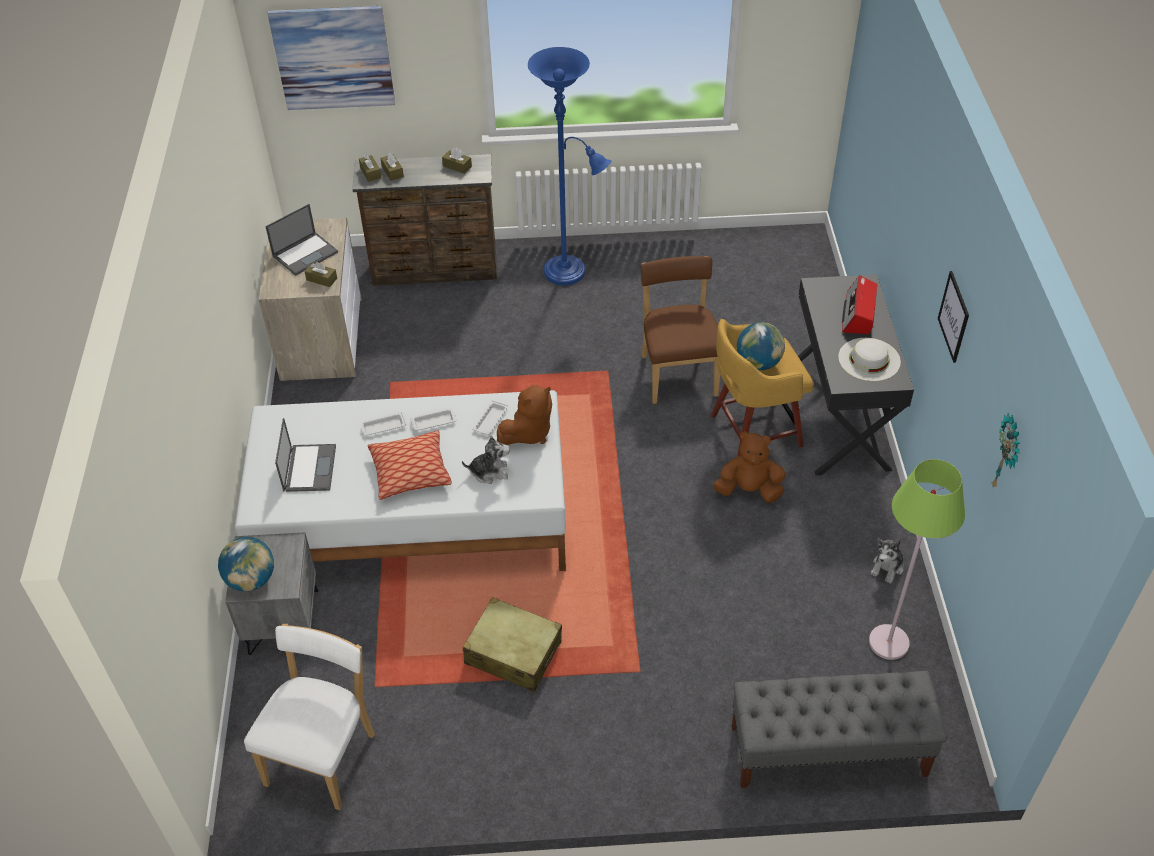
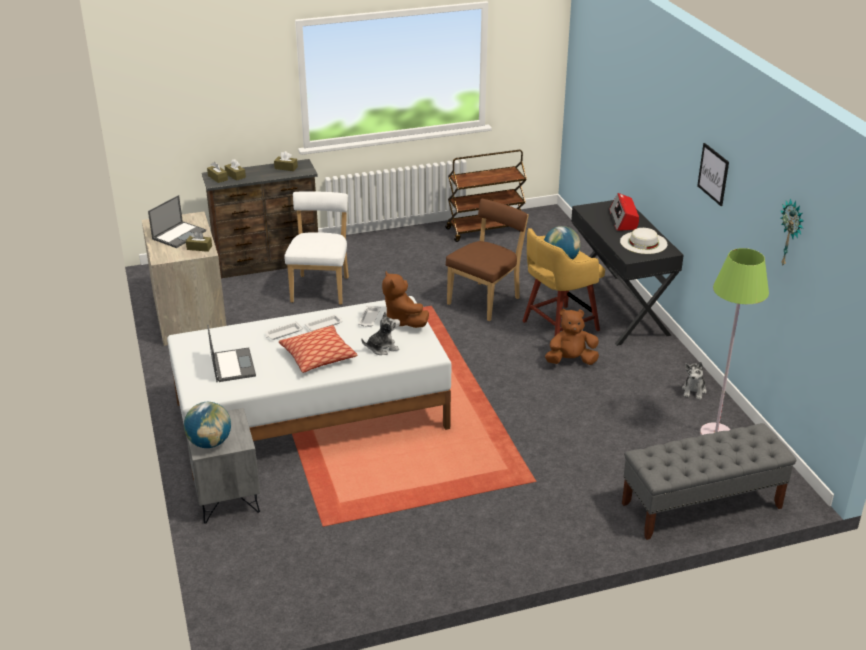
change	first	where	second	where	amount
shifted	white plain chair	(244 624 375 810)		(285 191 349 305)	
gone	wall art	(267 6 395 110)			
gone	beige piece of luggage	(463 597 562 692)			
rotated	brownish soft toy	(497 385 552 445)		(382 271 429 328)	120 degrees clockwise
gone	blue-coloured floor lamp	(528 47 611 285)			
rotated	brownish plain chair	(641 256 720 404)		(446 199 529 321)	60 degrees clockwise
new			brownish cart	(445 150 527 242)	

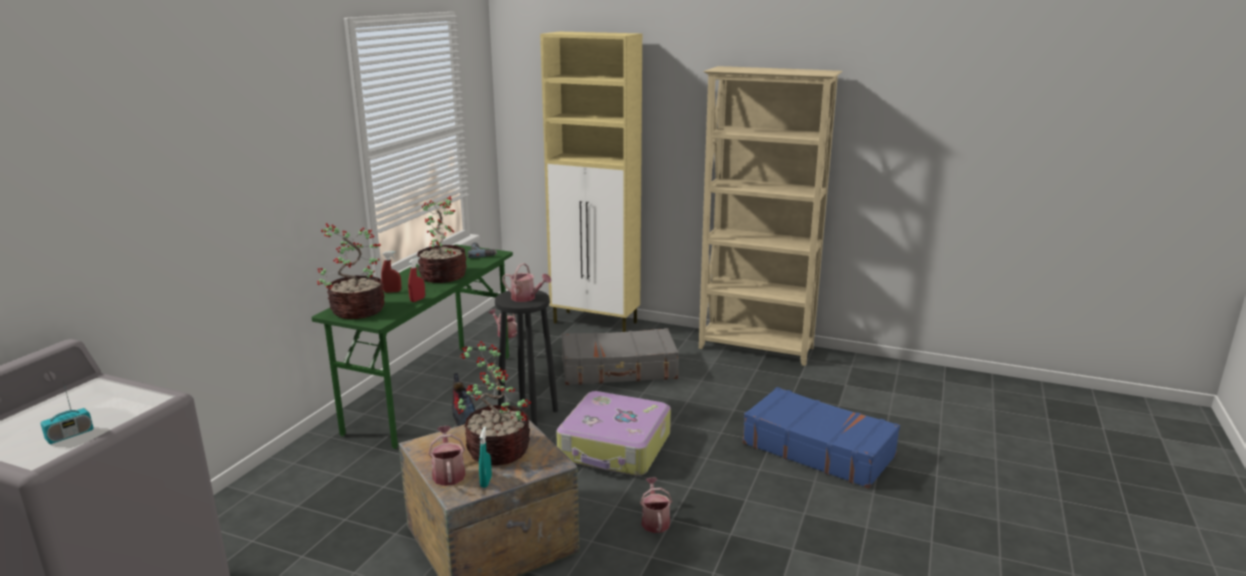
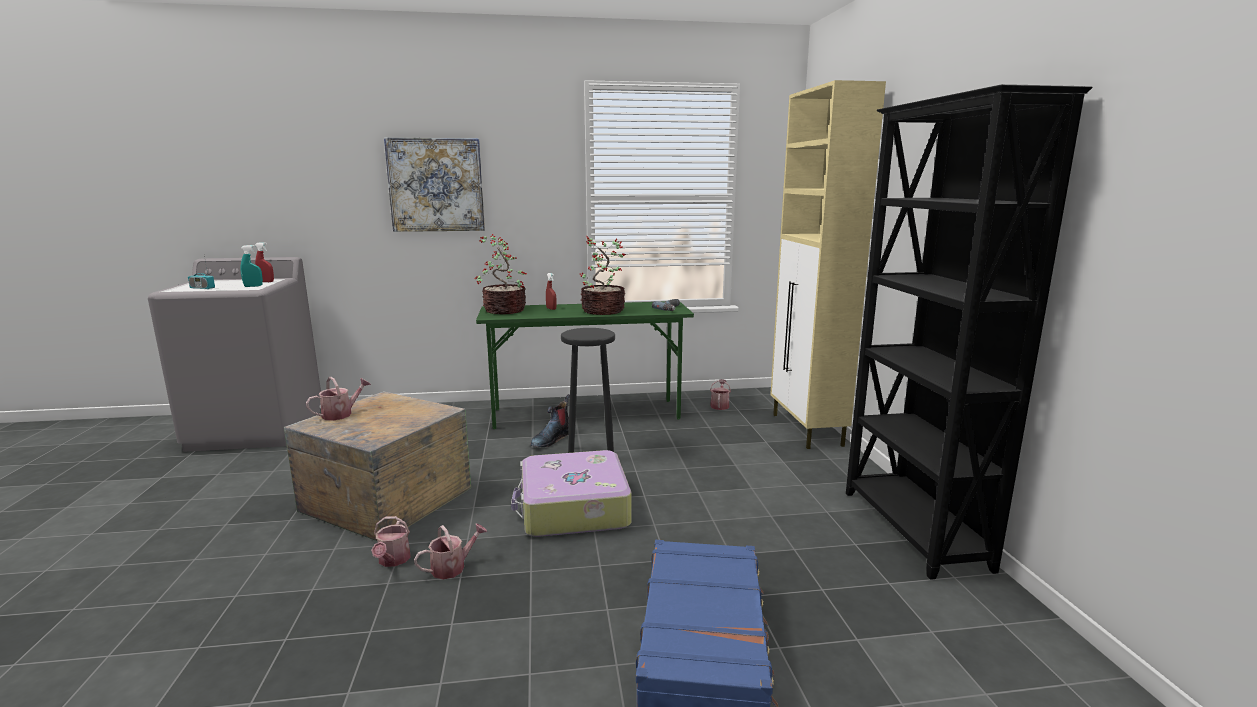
change	first	where	second	where	amount
shifted	red-coloured hand sprayer	(408 257 425 302)		(255 243 274 282)	
gone	houseplant	(454 341 531 466)			
shifted	blue-green hand sprayer	(479 427 492 488)		(240 245 263 287)	
shifted	sprinkling can	(502 263 552 302)		(371 516 411 567)	
gone	gray piece of luggage	(561 328 679 385)			
repainted	beige bookshelf	(699 66 843 366)	black bookshelf	(846 84 1093 580)	
new			wall art	(384 137 485 232)	

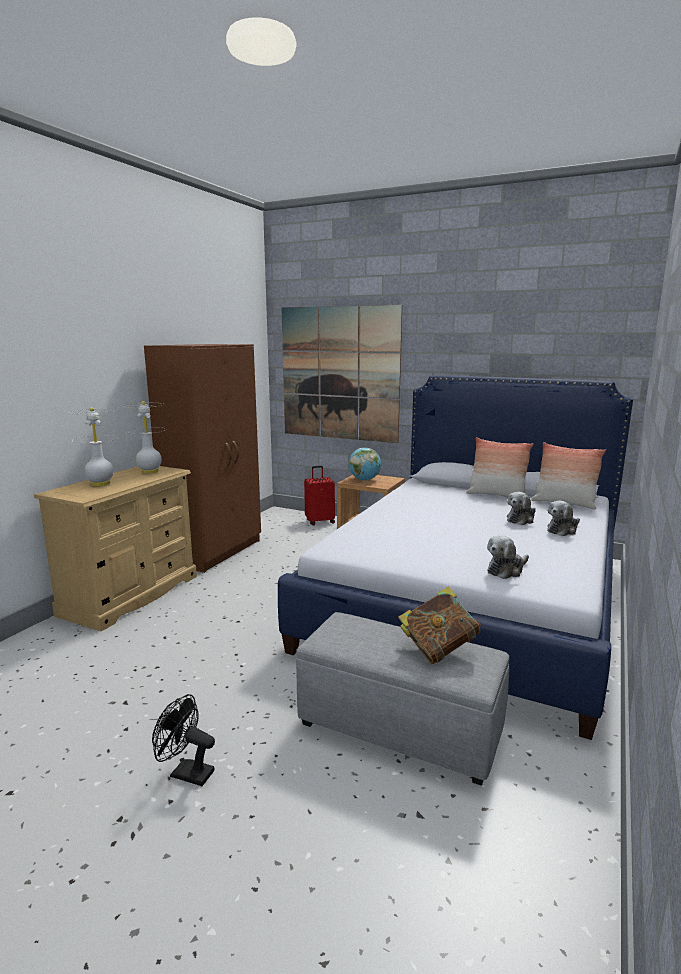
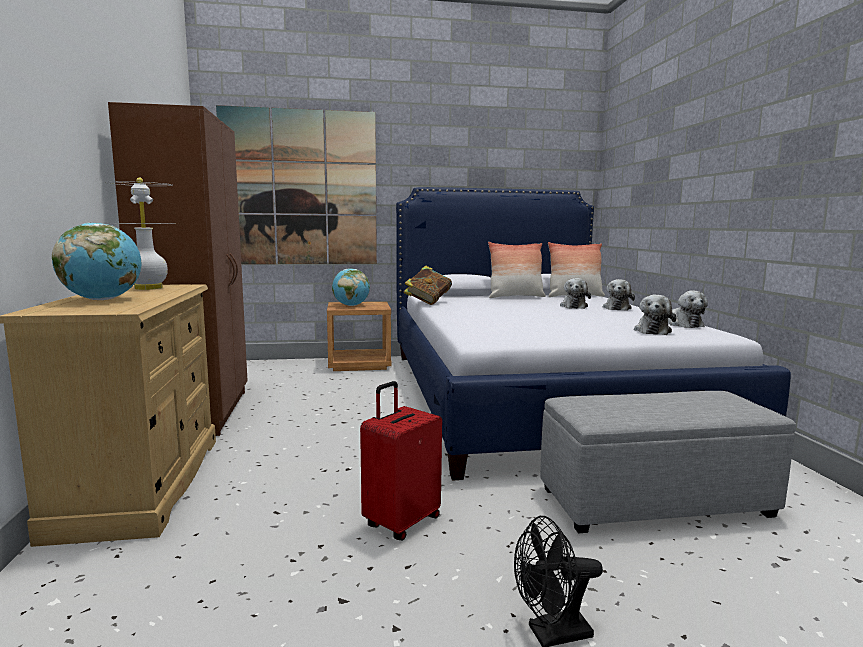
change	first	where	second	where	amount
swapped	white table lamp	(69 407 118 486)	world globe	(52 223 141 300)	
shifted	red-coloured piece of luggage	(304 466 335 525)		(360 381 442 541)	
shifted	volume	(398 587 481 664)		(404 265 452 305)	
new			soft toy	(668 291 708 328)	

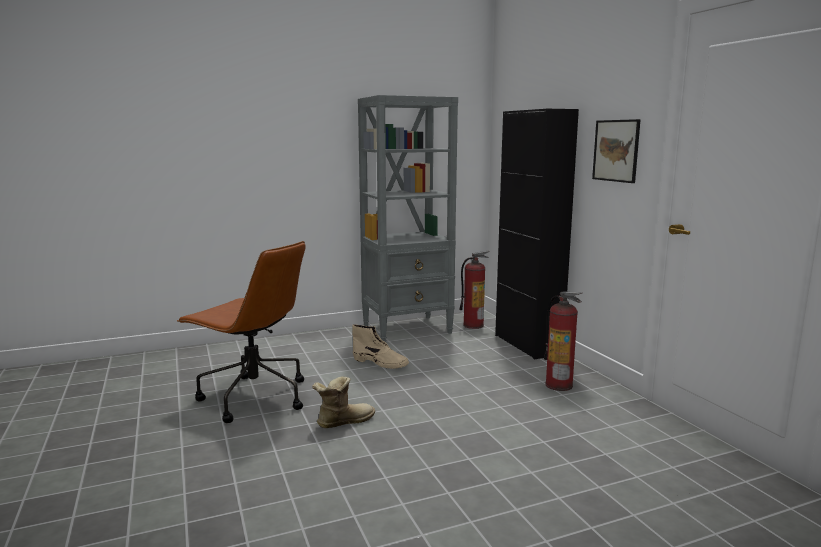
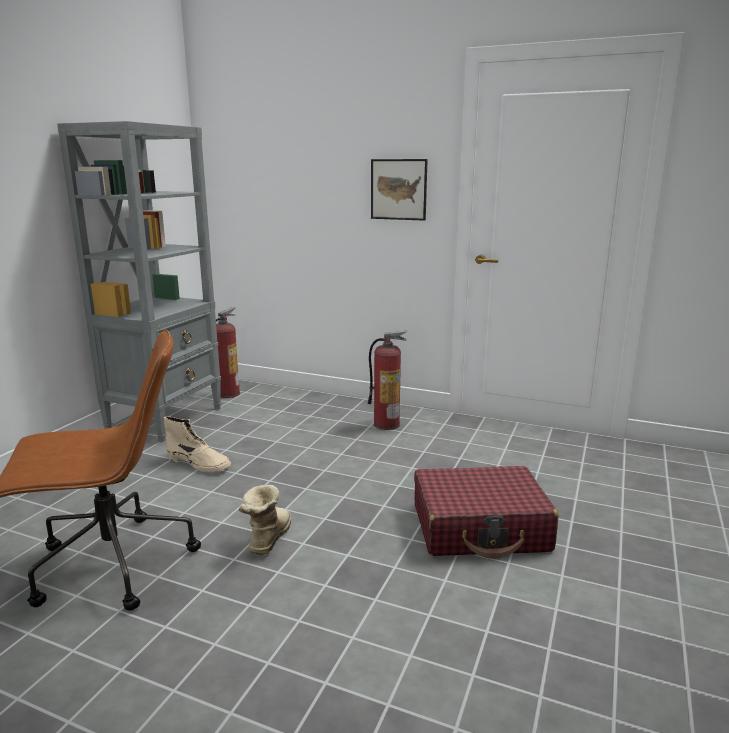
change	first	where	second	where	amount
rotated	beige boot	(352 324 409 369)		(164 416 231 473)	45 degrees clockwise
gone	black cabinet	(495 109 579 359)			
new			red-coloured piece of luggage	(414 466 558 559)	

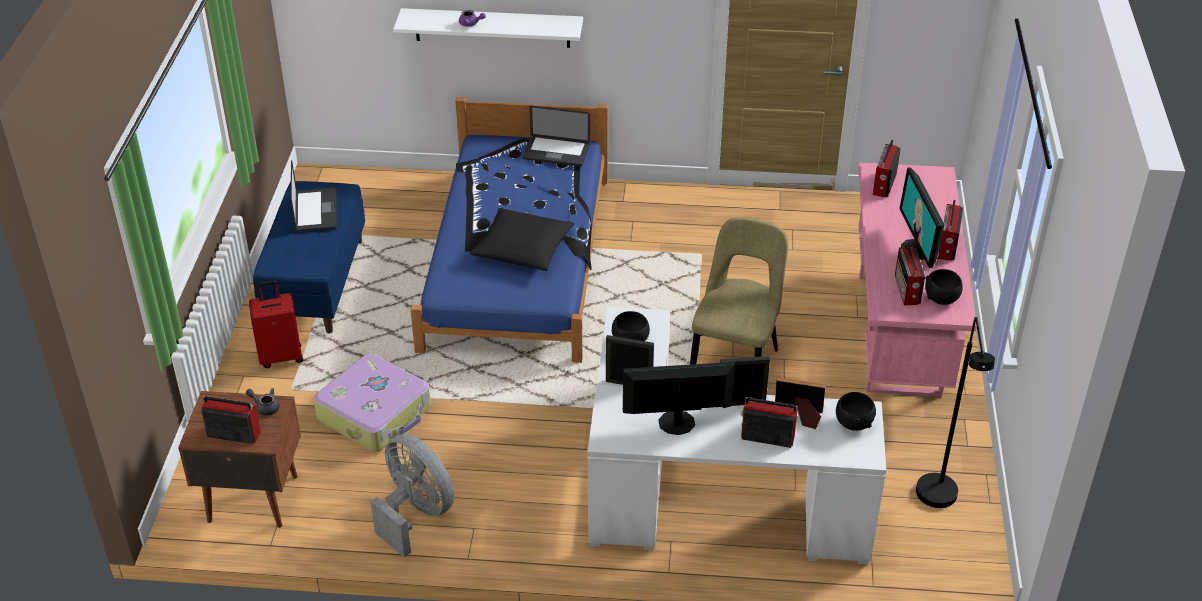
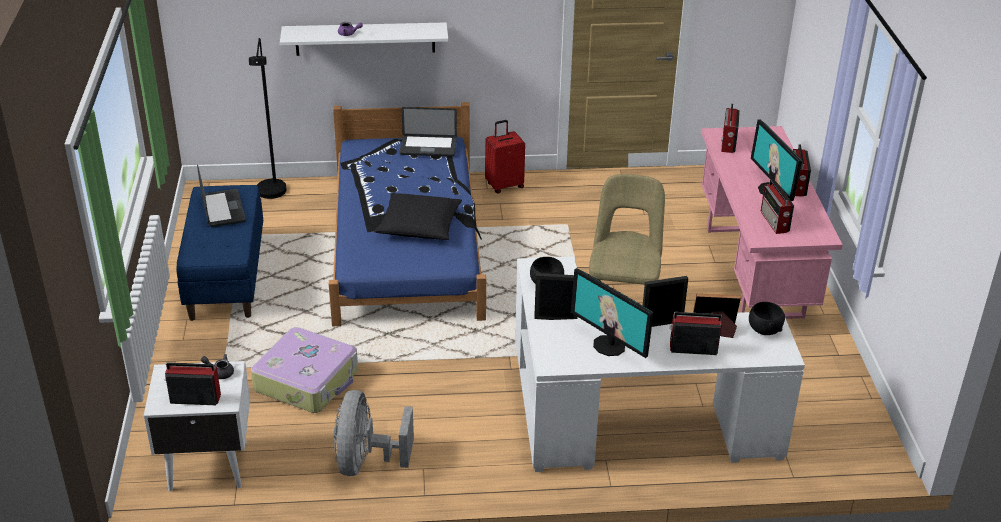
change	first	where	second	where	amount
repainted	brownish night table	(178 391 301 528)	white night table	(144 361 250 491)	
shifted	red-coloured piece of luggage	(249 281 303 368)		(485 120 525 194)	
rotated	gray fan	(370 434 455 558)		(334 390 414 476)	120 degrees counterclockwise
rotated	monitor	(623 362 735 435)		(571 268 653 358)	120 degrees counterclockwise
shifted	black floor lamp	(916 317 995 508)		(249 38 287 199)	
gone	black serving bowl	(925 269 963 305)			

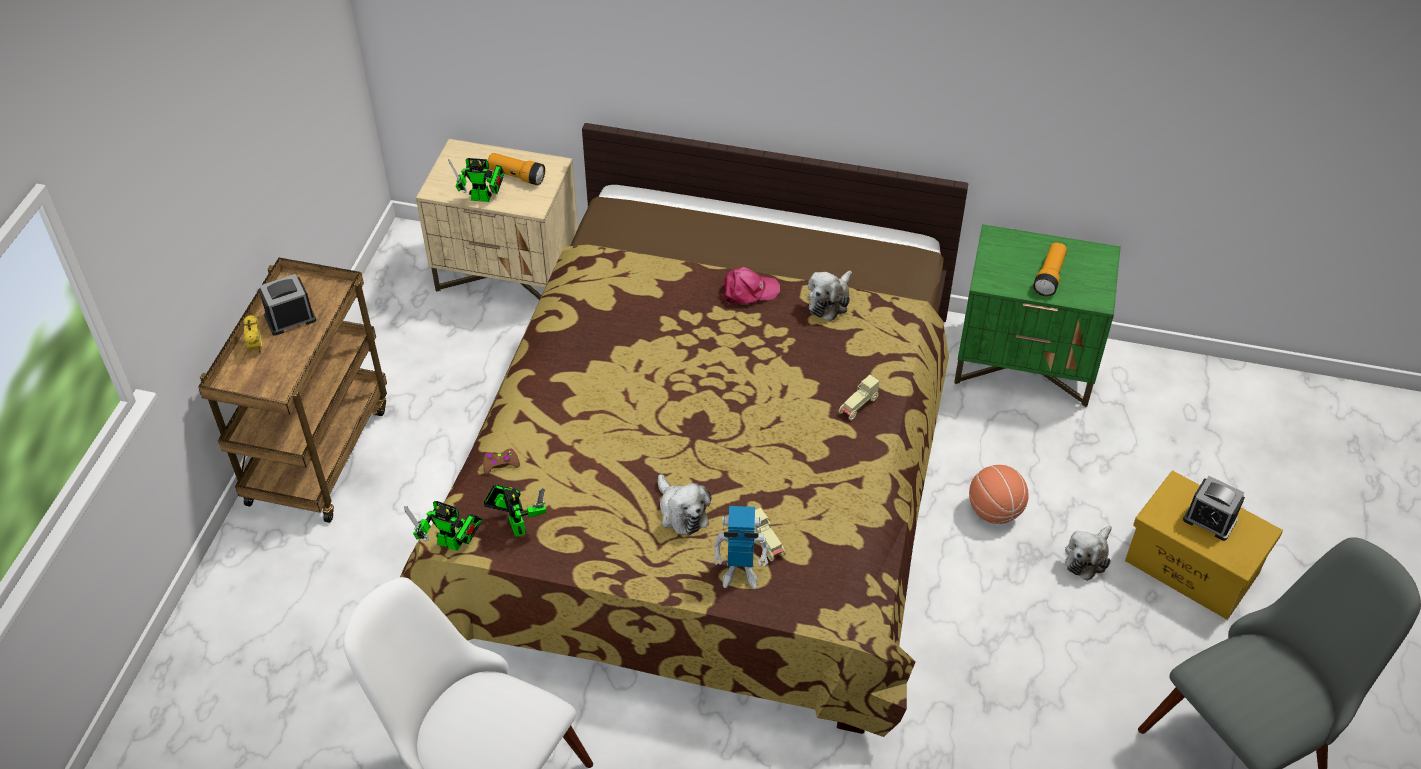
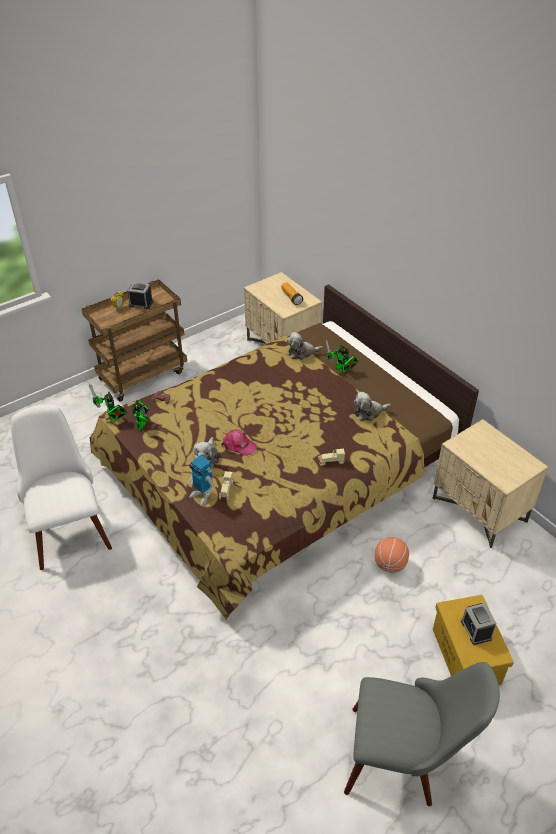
change	first	where	second	where	amount
shifted	robot figure	(448 158 505 202)		(326 340 358 372)	
shifted	pink-coloured cap	(719 267 780 306)		(221 430 257 456)	
repainted	greenish night table	(954 224 1121 407)	beige night table	(432 419 548 548)	
gone	flashlight	(1033 242 1067 296)			
shifted	soft toy	(1065 526 1112 581)		(287 332 323 360)	

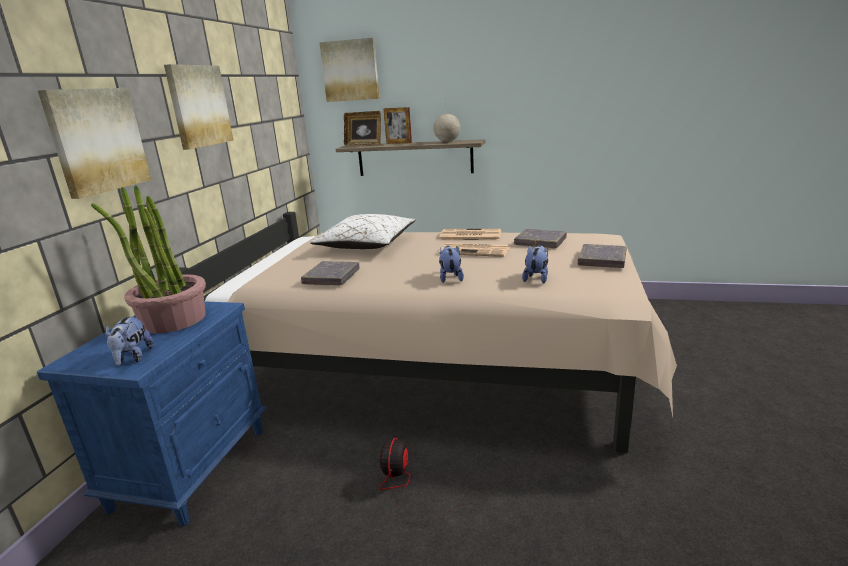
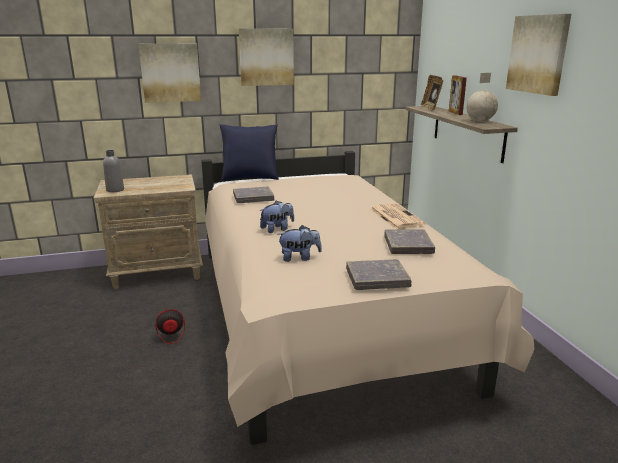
change	first	where	second	where	amount
repainted	blue-coloured night table	(37 301 267 526)	beige night table	(94 174 203 289)	
gone	houseplant	(91 185 206 334)			
swapped	soft toy	(105 314 154 366)	gray drink bottle	(103 150 124 192)	
gone	white throw pillow	(310 214 415 249)			
shifted	wall art	(319 38 380 102)		(506 14 571 96)	
gone	daily paper	(439 243 510 257)			
new			blue-coloured throw pillow	(219 124 279 182)	

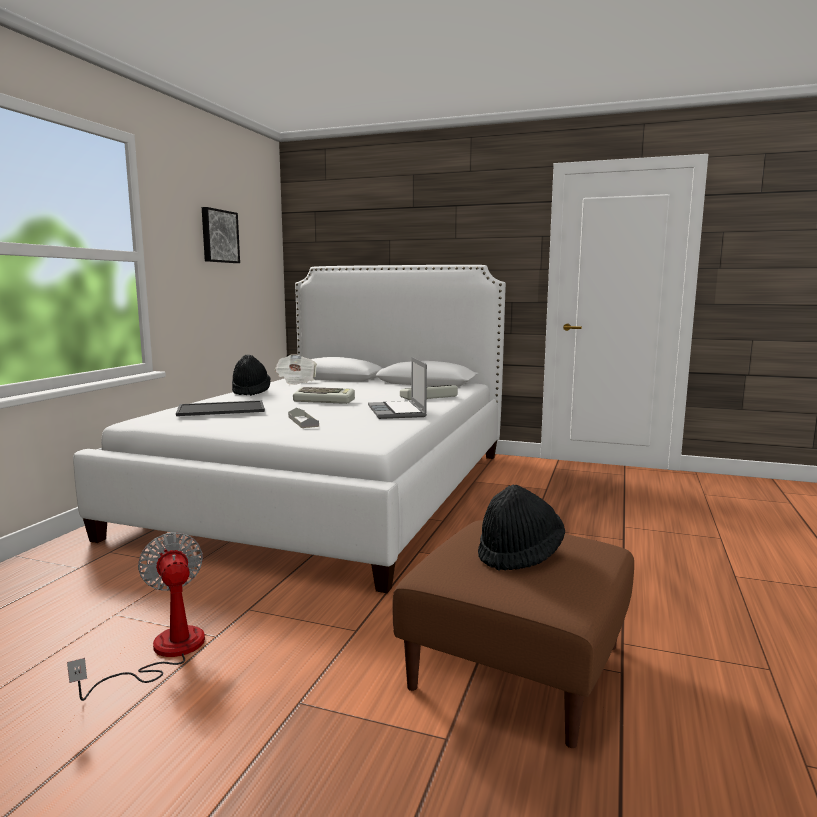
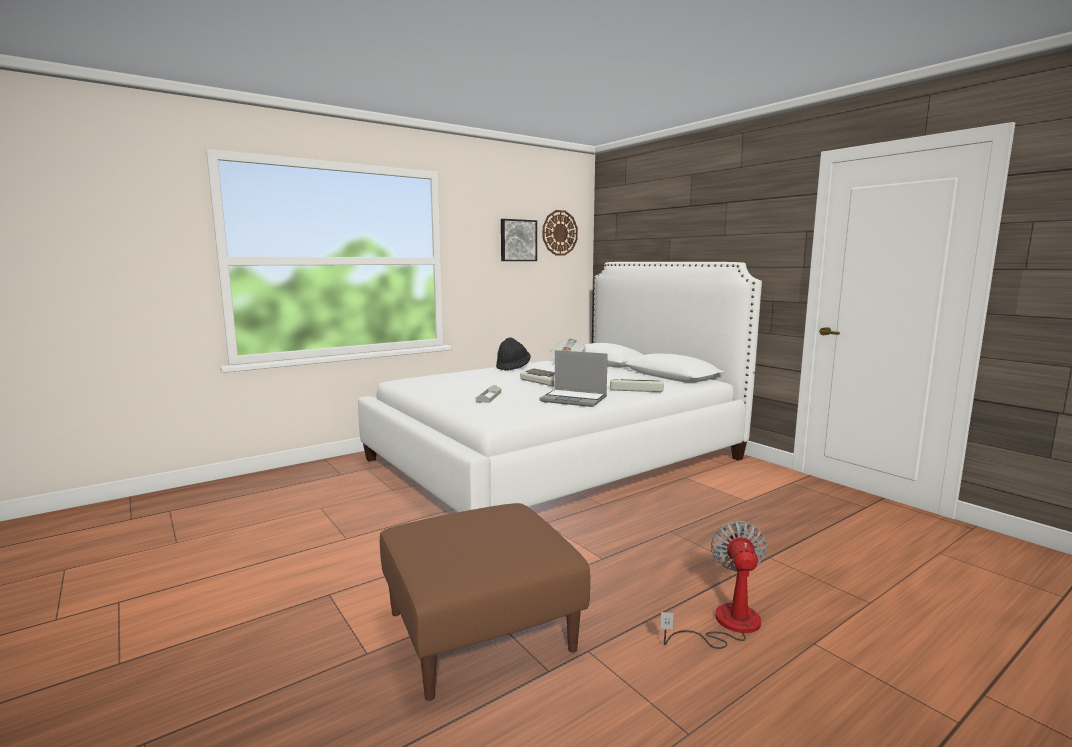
change	first	where	second	where	amount
shifted	fan	(67 532 205 701)		(660 521 767 649)	
gone	serving tray	(176 400 265 416)			
rotated	portable computer	(368 357 427 419)		(539 350 608 407)	90 degrees counterclockwise
gone	black hat	(478 485 565 571)			
new			wall clock	(543 210 578 256)	

